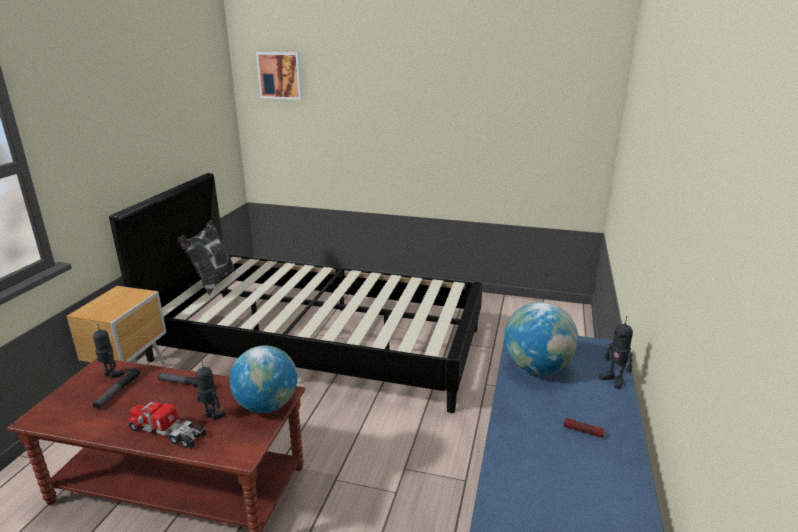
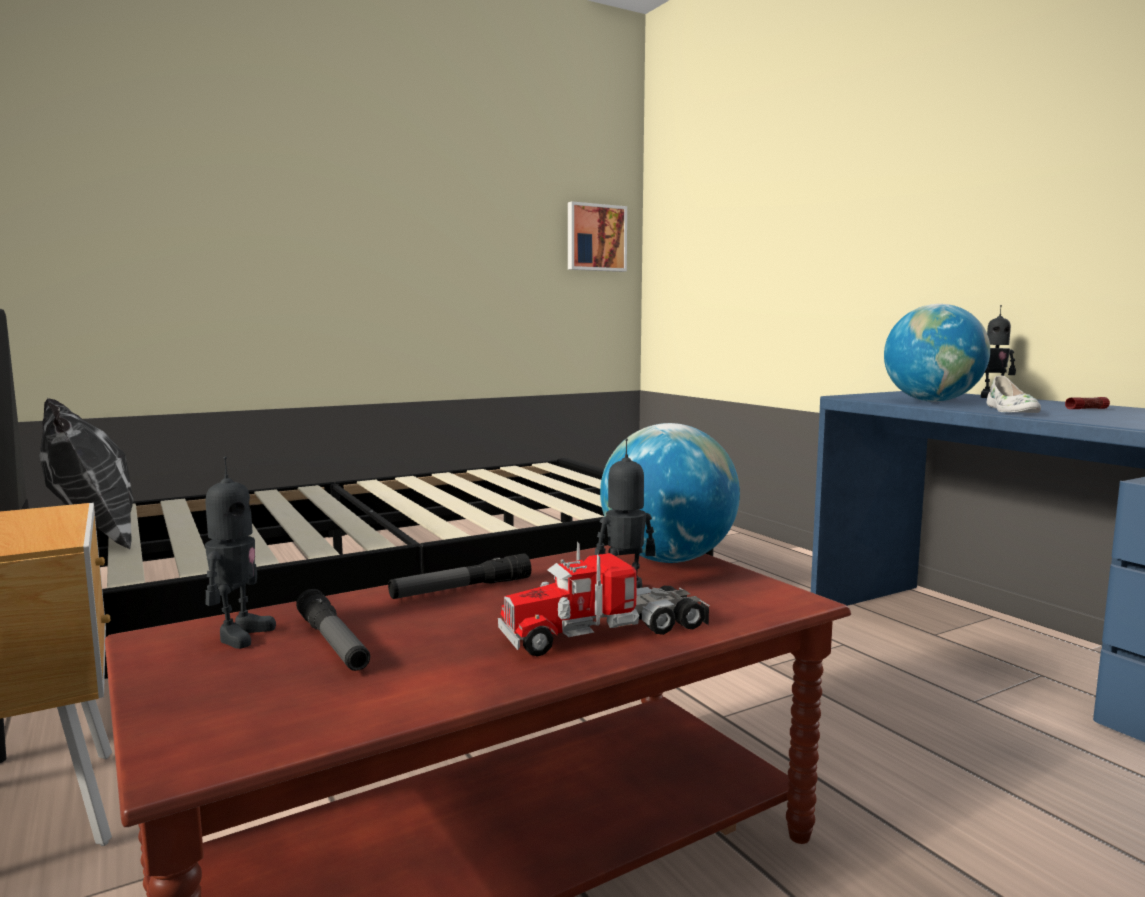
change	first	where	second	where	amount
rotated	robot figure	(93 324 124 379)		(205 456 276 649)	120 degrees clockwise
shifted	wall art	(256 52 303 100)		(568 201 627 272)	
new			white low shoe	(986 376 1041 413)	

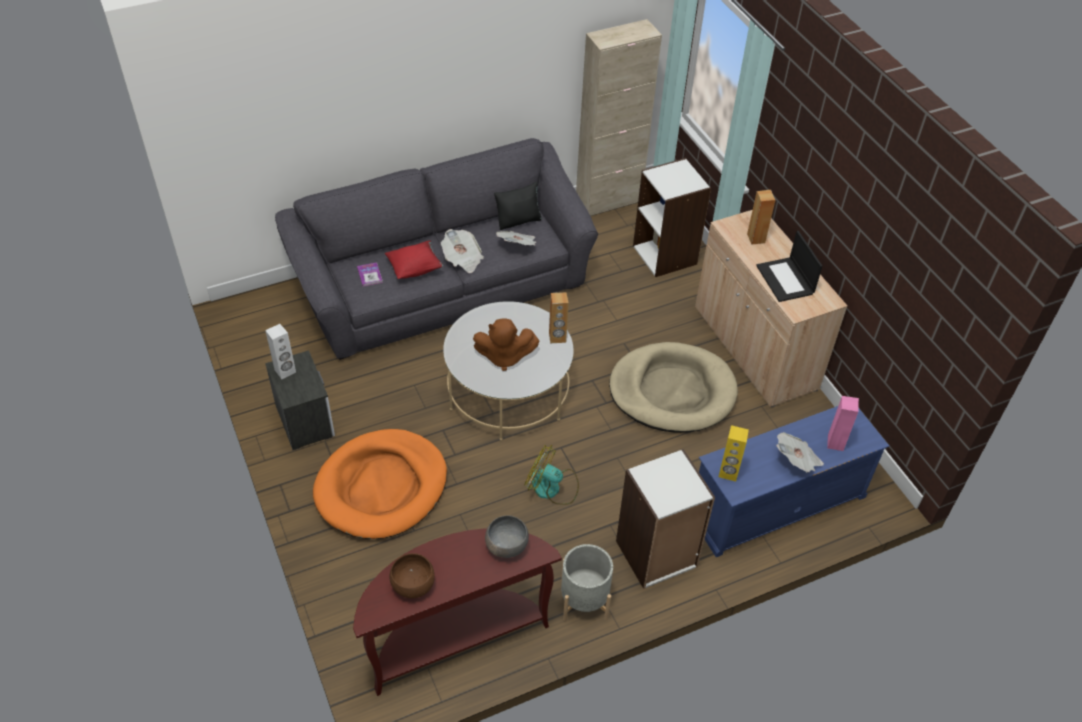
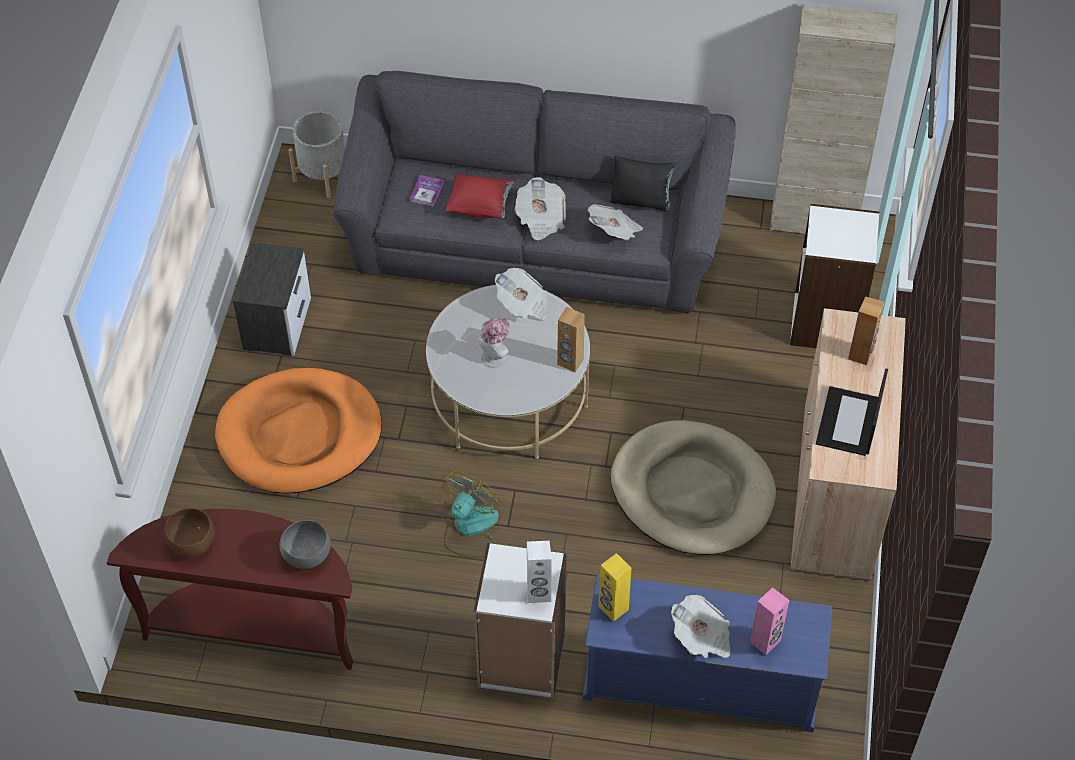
change	first	where	second	where	amount
shifted	white speaker	(265 324 296 379)		(527 541 552 603)	
swapped	brownish soft toy	(473 319 539 371)	hat	(478 317 510 368)	
rotated	fan	(525 445 579 505)		(442 471 499 558)	60 degrees clockwise
shifted	gray flower pot	(561 544 613 621)		(289 111 345 198)	
new			daily paper	(495 268 548 320)	

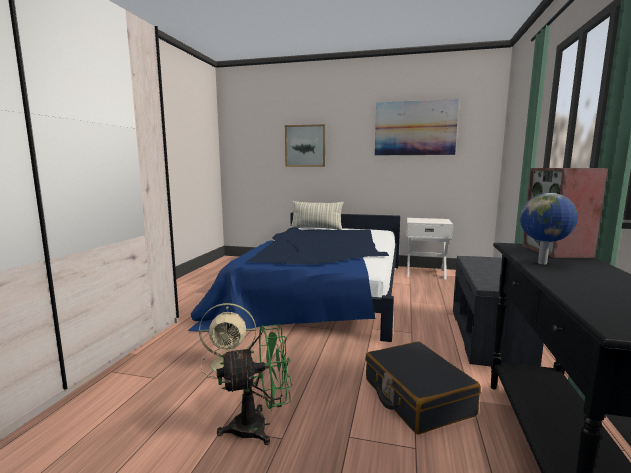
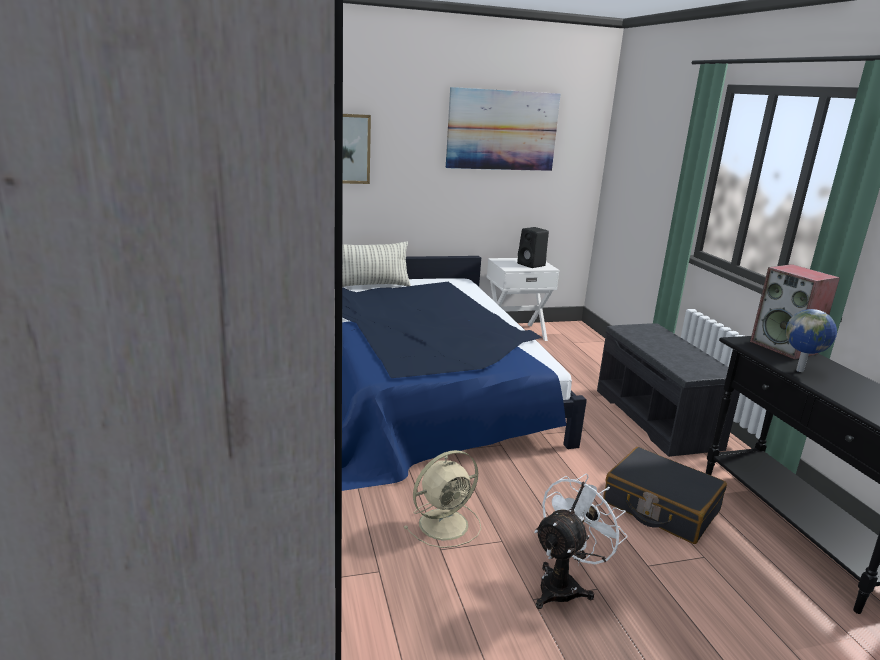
change	first	where	second	where	amount
repainted	greenish fan	(217 324 292 445)	white fan	(534 474 627 609)	
new			black speaker	(517 227 549 268)	

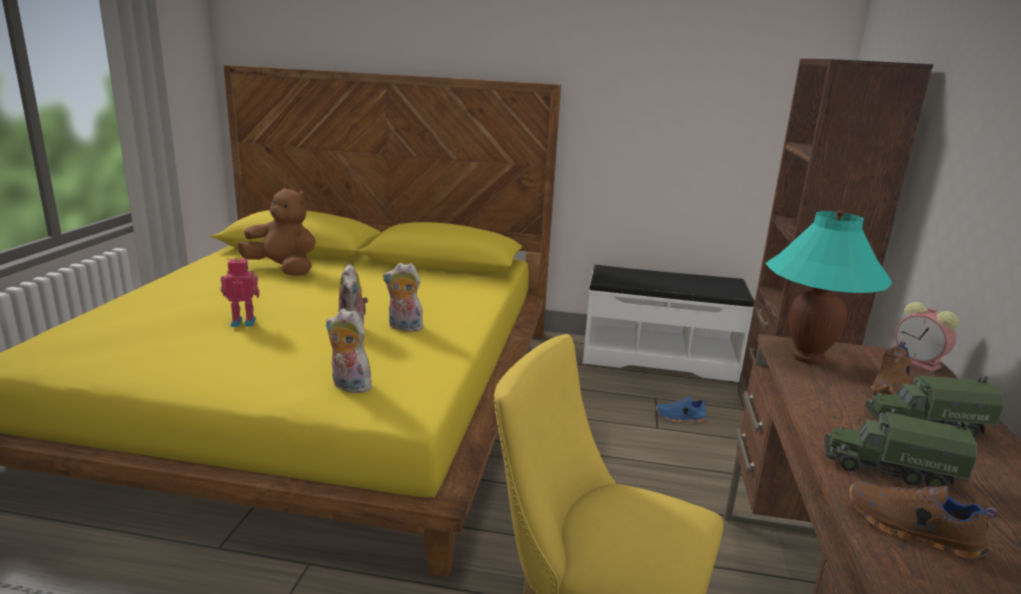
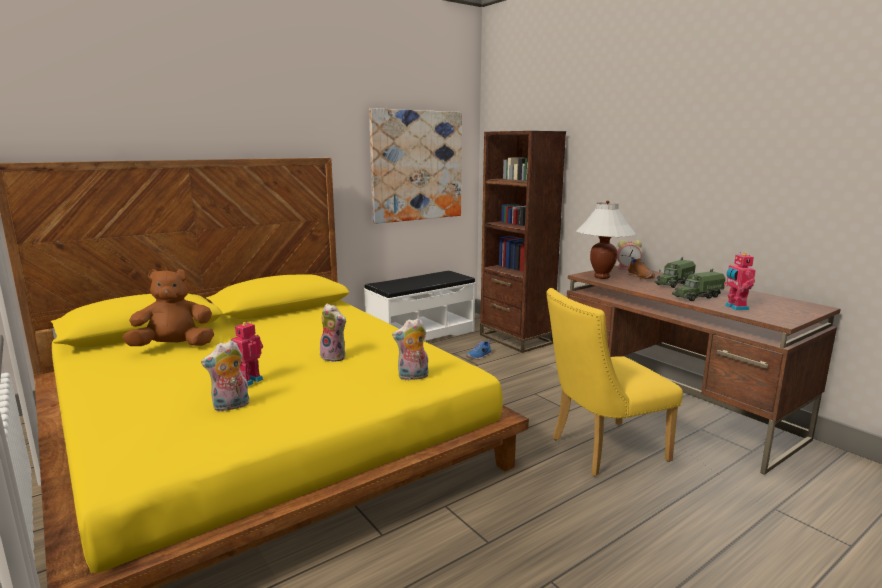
change	first	where	second	where	amount
shifted	soft toy	(383 263 424 332)		(201 340 249 411)	
repainted	blue-green table lamp	(765 210 892 364)	white table lamp	(576 200 636 279)	
swapped	brownish low shoe	(849 481 997 559)	robot figure	(724 252 756 310)	
new			wall art	(369 108 462 224)	

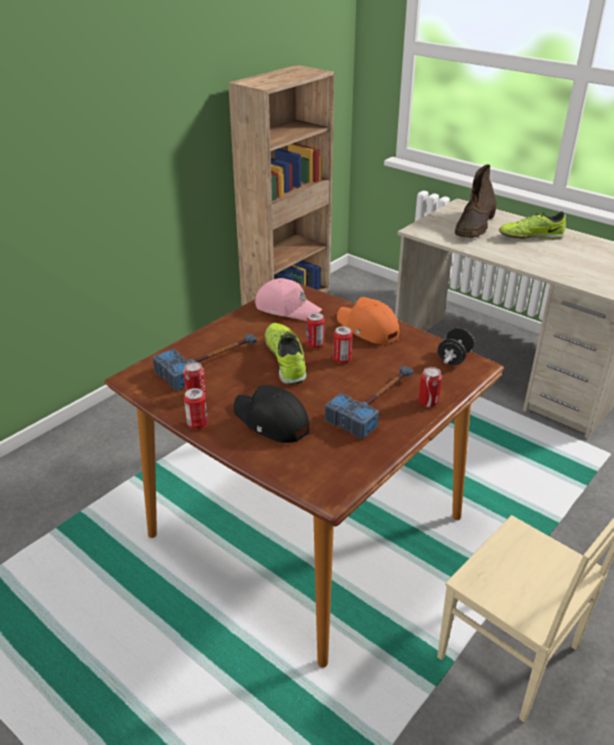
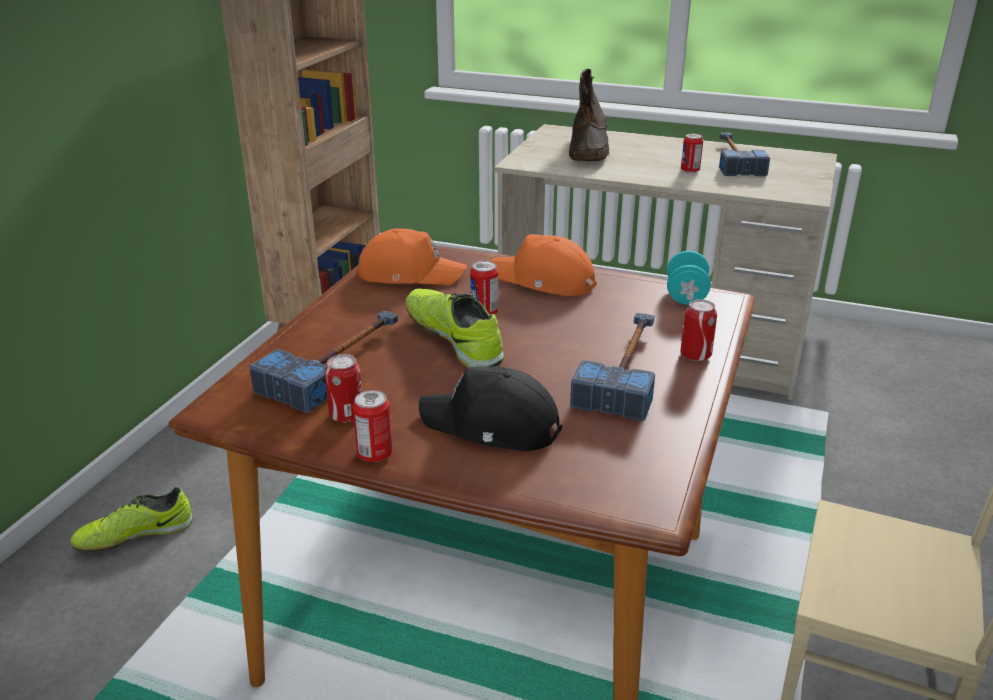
change	first	where	second	where	amount
repainted	pink-coloured cap	(254 278 322 321)	orange cap	(356 228 467 285)	
shifted	can	(333 326 353 363)		(681 134 703 173)	
repainted	black hand weight	(438 328 474 365)	blue-green hand weight	(667 251 711 305)	
shifted	low shoe	(499 211 566 239)		(70 487 193 552)	
new			tool hammer	(719 132 770 176)	

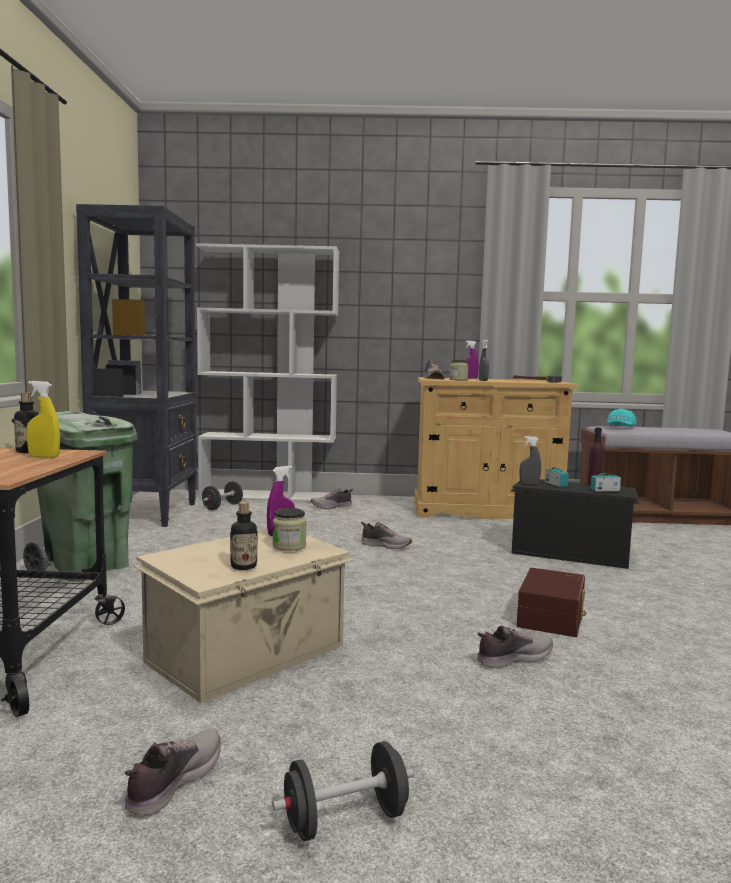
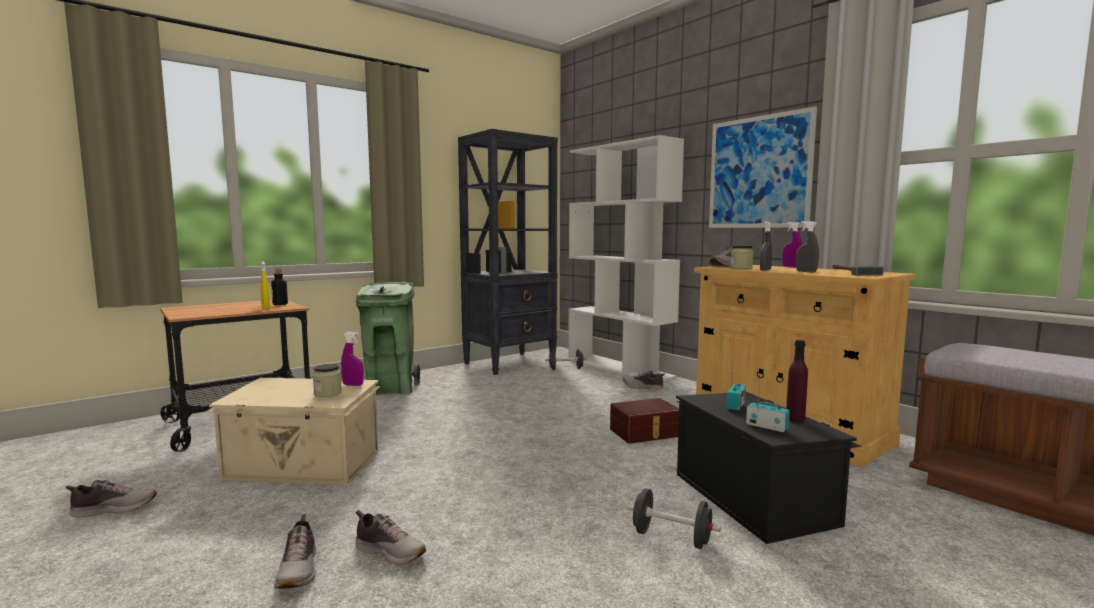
change	first	where	second	where	amount
gone	drink bottle	(230 502 257 570)			
shifted	black hand weight	(273 741 414 841)		(627 488 721 549)	
shifted	low shoe	(361 522 412 549)		(274 514 316 589)	
shifted	brownish storage bin	(517 568 586 637)		(610 398 679 444)	
shifted	gray hand sprayer	(520 436 541 484)		(796 221 819 272)	
gone	blue-green cap	(607 409 636 427)			
new			wall art	(709 106 817 228)	

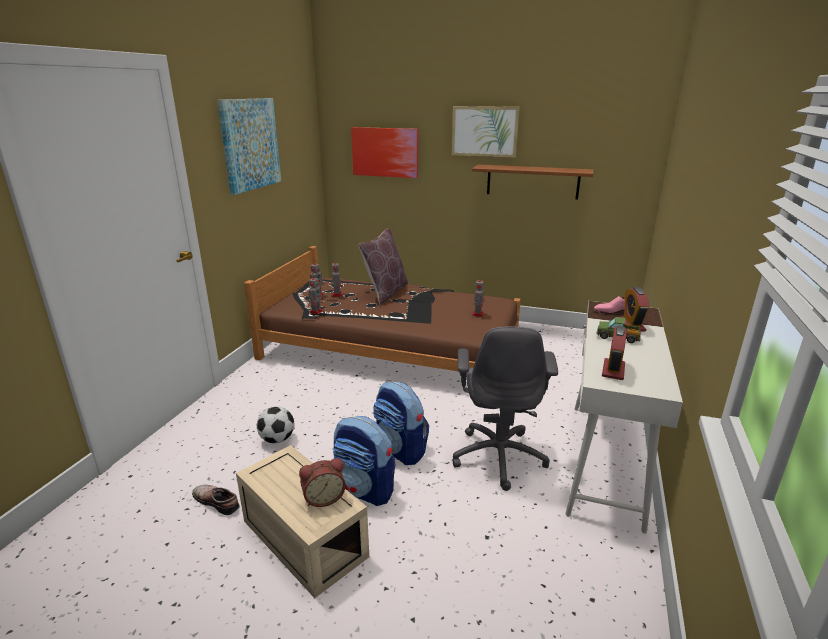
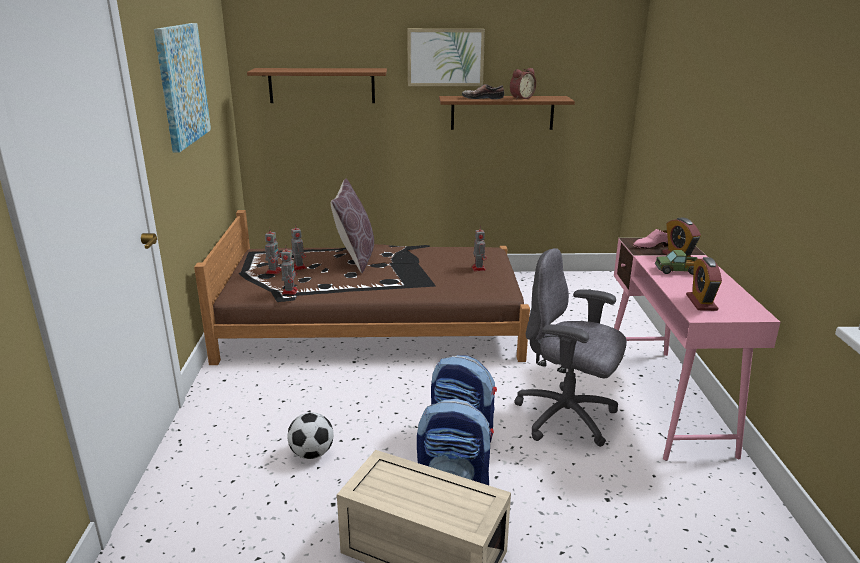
change	first	where	second	where	amount
shifted	low shoe	(192 485 240 515)		(462 84 504 99)	
shifted	bedside clock	(299 458 346 507)		(510 68 536 100)	
swapped	wall art	(351 127 418 178)	brownish shelf	(247 68 387 103)	
rotated	gray desk chair	(452 326 558 491)		(514 248 627 447)	135 degrees clockwise
repainted	white desk table	(565 301 683 534)	pink-coloured desk table	(614 238 780 461)	

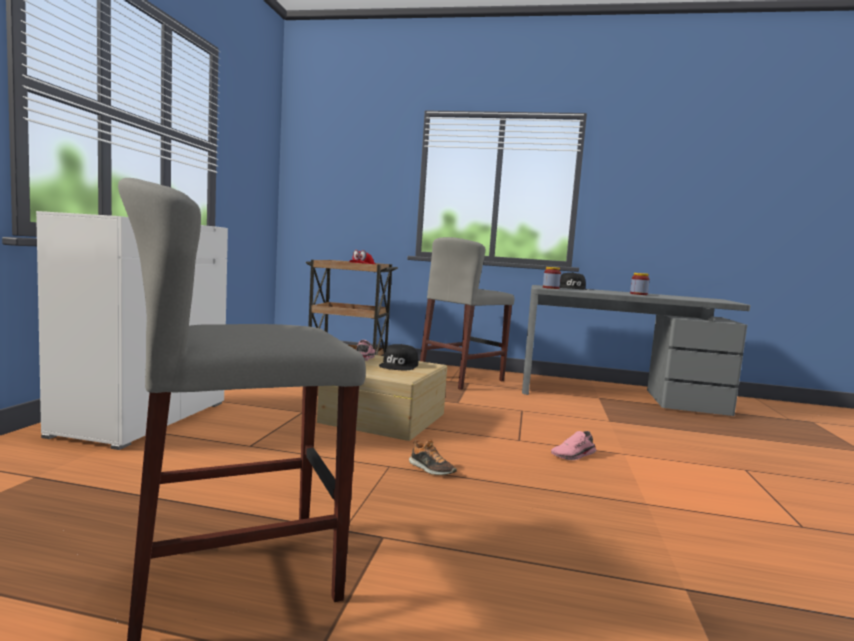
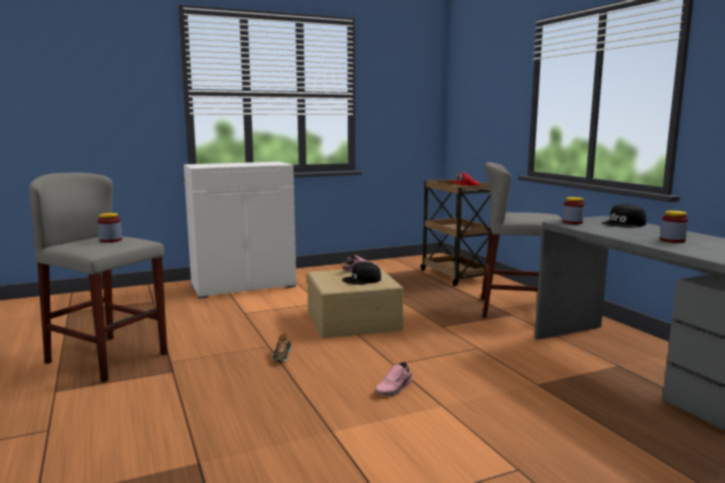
change	first	where	second	where	amount
rotated	pink-coloured low shoe	(551 431 596 460)		(375 362 413 396)	75 degrees counterclockwise
new			preserve jar	(98 213 122 243)	

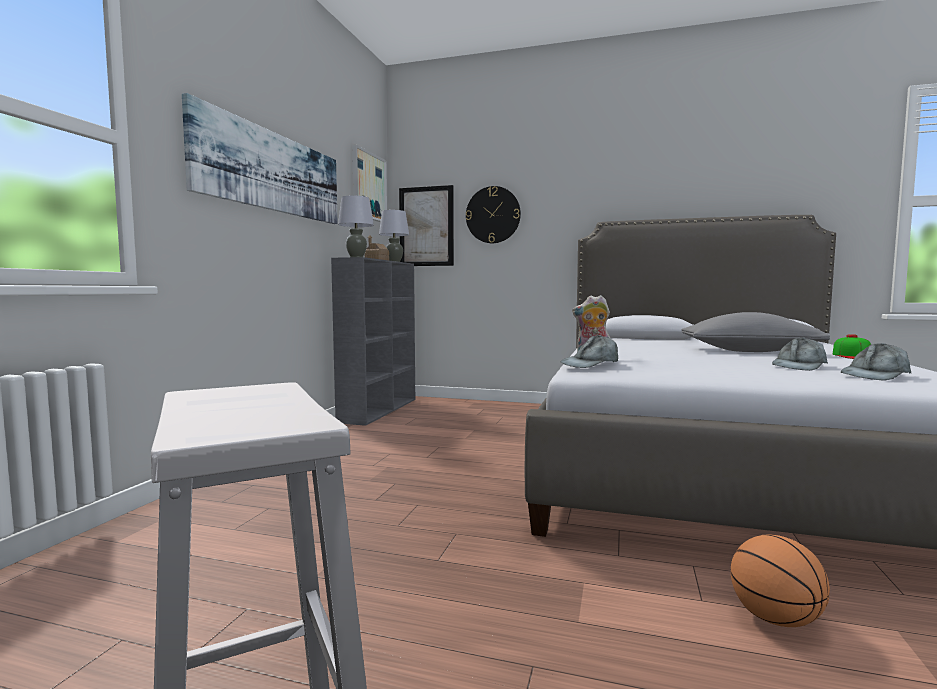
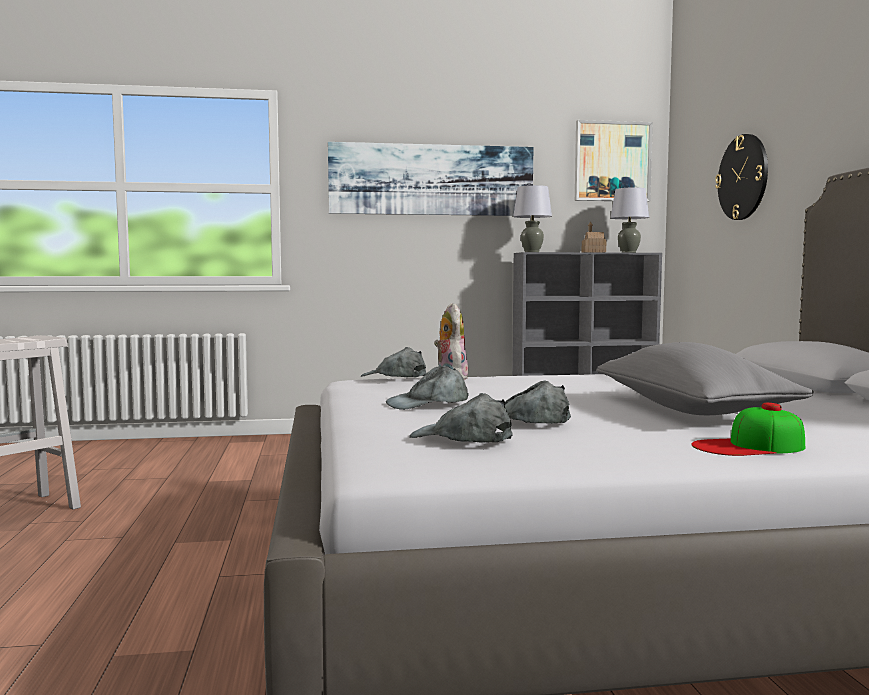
change	first	where	second	where	amount
gone	wall art	(399 185 454 266)			
gone	basketball ball	(730 535 830 627)			
new			gray cap	(386 366 469 410)	

